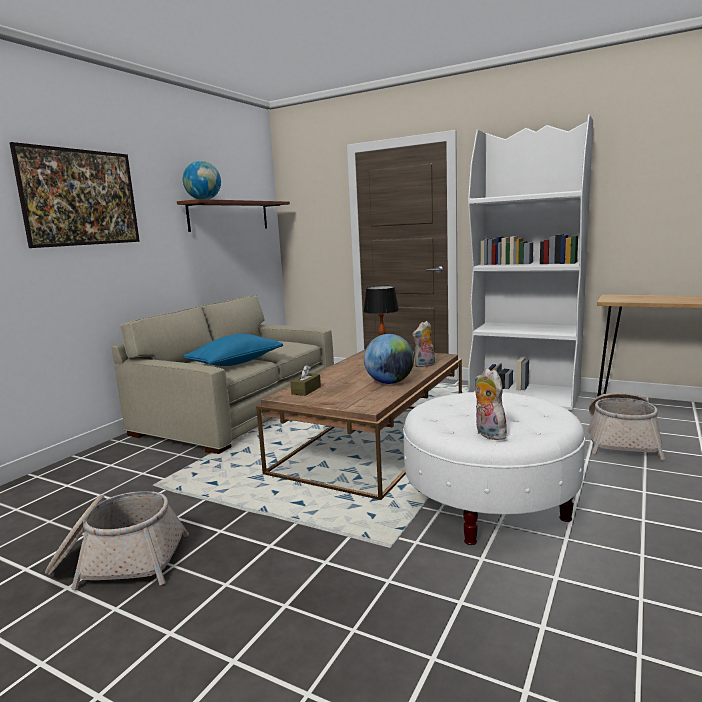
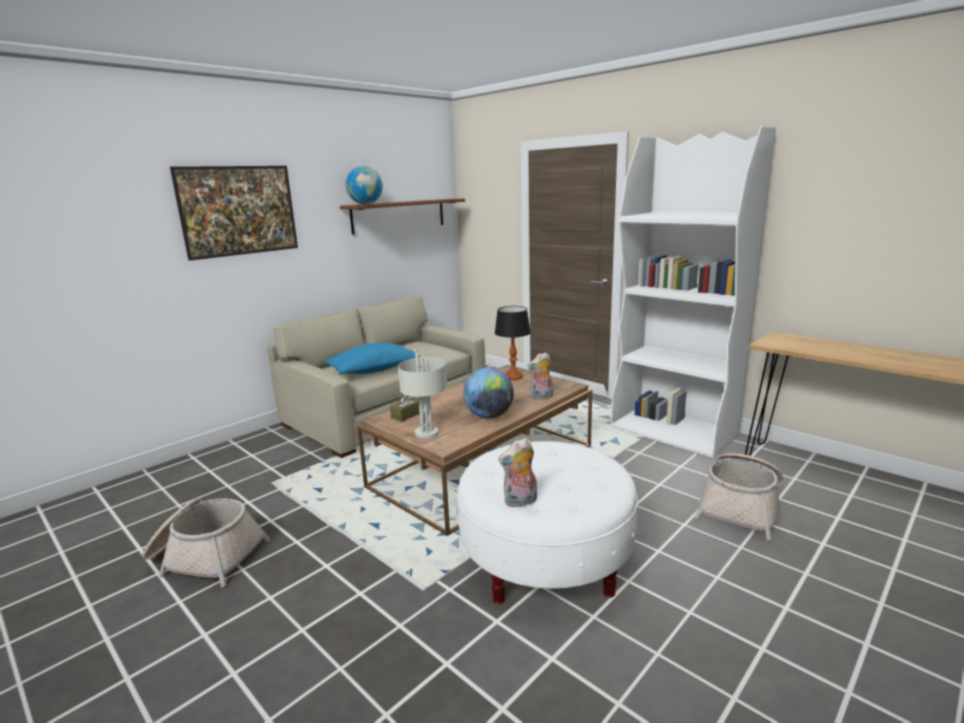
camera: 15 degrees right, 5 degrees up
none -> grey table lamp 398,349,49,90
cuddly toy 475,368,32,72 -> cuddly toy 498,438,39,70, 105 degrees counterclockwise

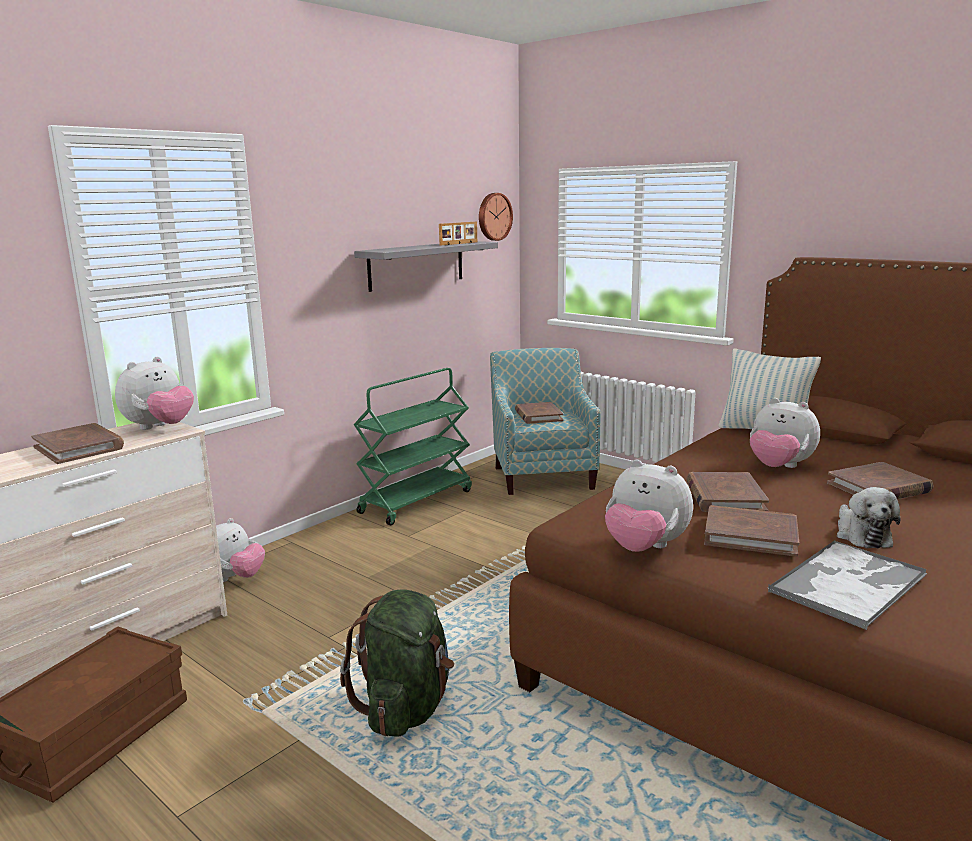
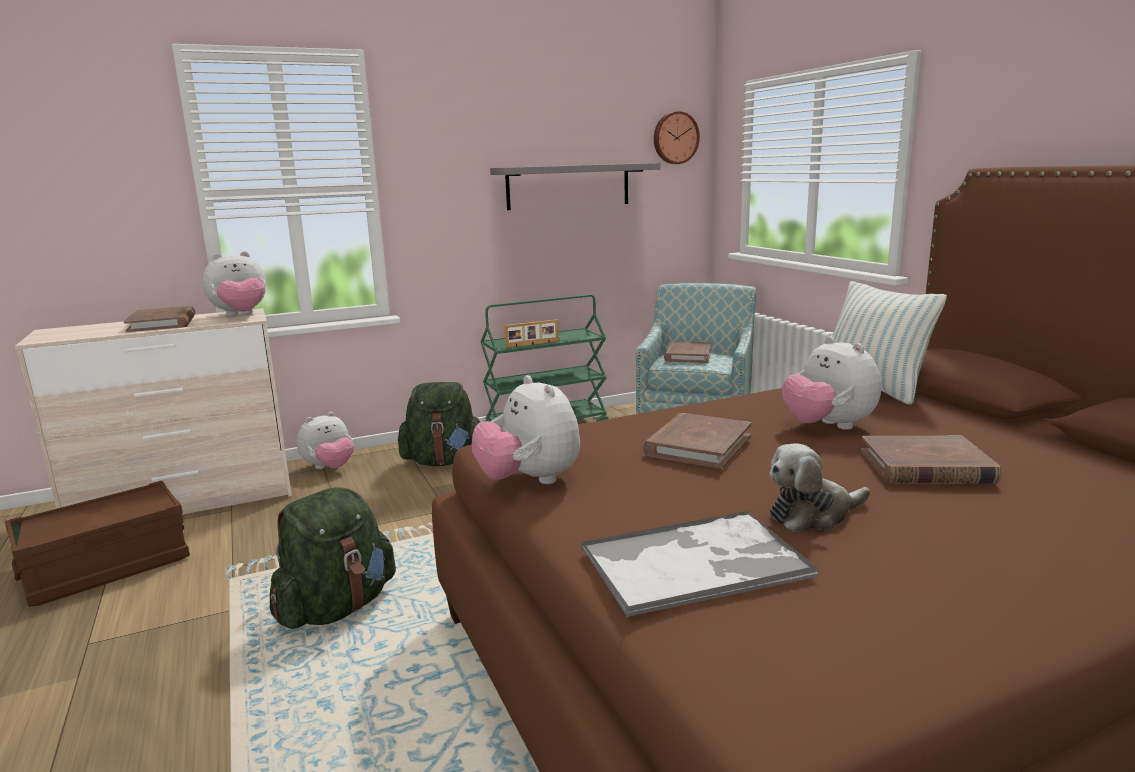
camera: 25 degrees right, 0 degrees up
none -> green backpack 398,382,83,84
standing frame 439,222,38,23 -> standing frame 505,320,54,28, move
cuddly toy 837,487,64,61 -> cuddly toy 770,443,100,89, 45 degrees clockwise
brown bound book 704,505,95,52 -> none

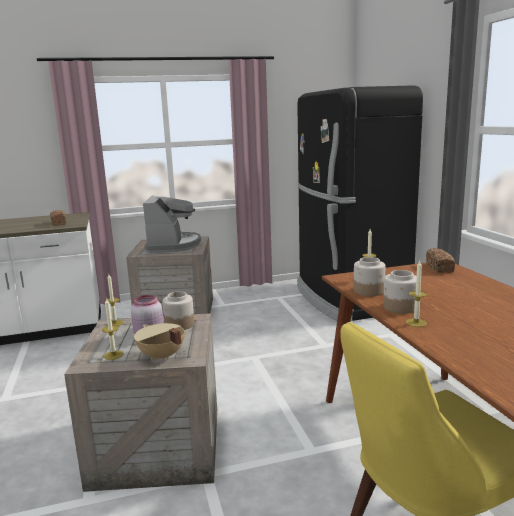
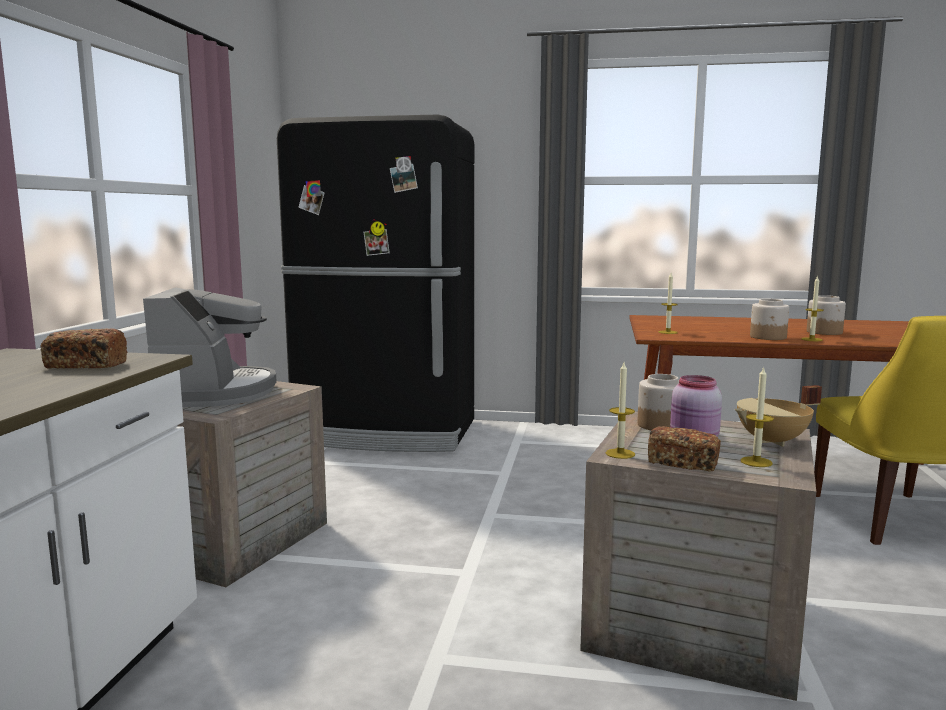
camera: 65 degrees left, 5 degrees down
coffee machine 143,196,58,57 -> coffee machine 143,287,134,120, 60 degrees clockwise
bread 426,248,29,25 -> bread 648,426,73,46, move
jar 354,257,31,39 -> jar 807,295,39,40, move

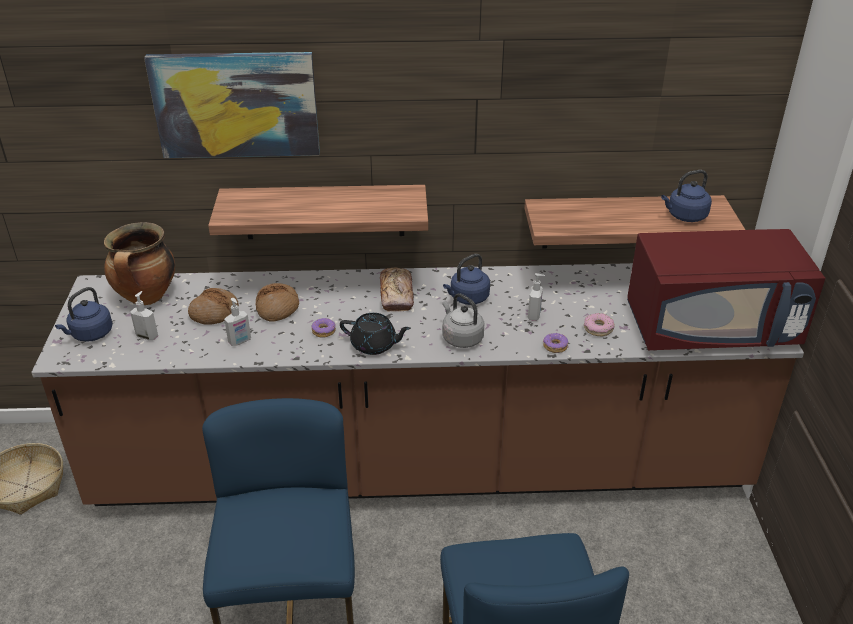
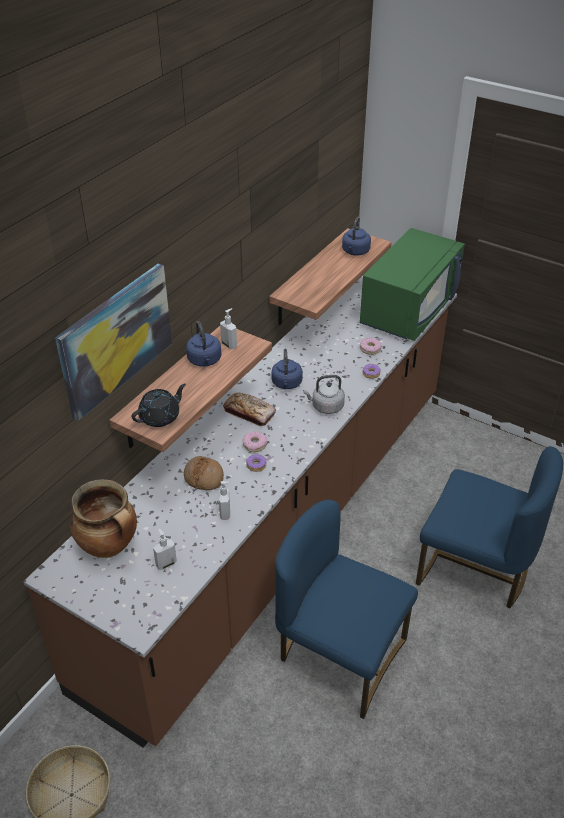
camera: 55 degrees left, 5 degrees up
black pot for tea 340,313,71,42 -> black pot for tea 131,384,55,43, move
blue tea kettle 55,287,58,55 -> blue tea kettle 186,321,36,46, move
soap bottle 528,273,17,48 -> soap bottle 220,308,17,41, move
none -> ring doughnut 242,431,25,21
reddish microwave oven 627,229,198,121 -> green microwave oven 360,228,105,113
bread 188,288,51,37 -> none

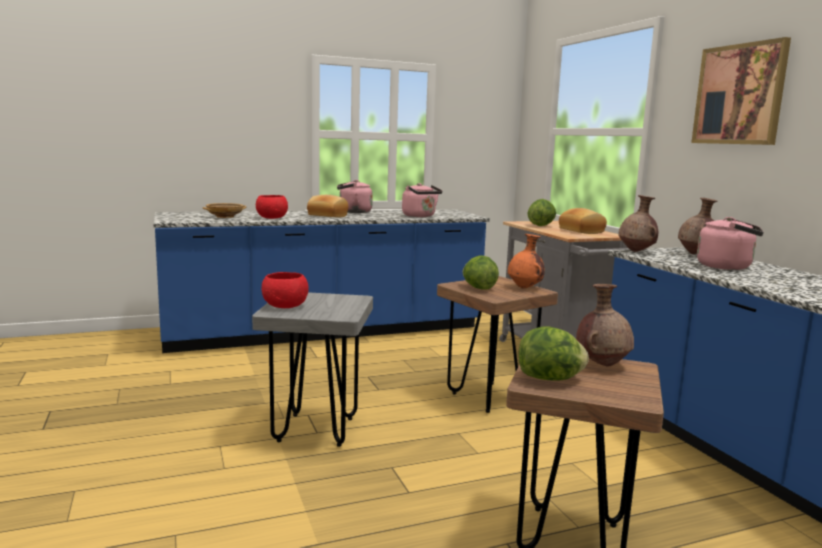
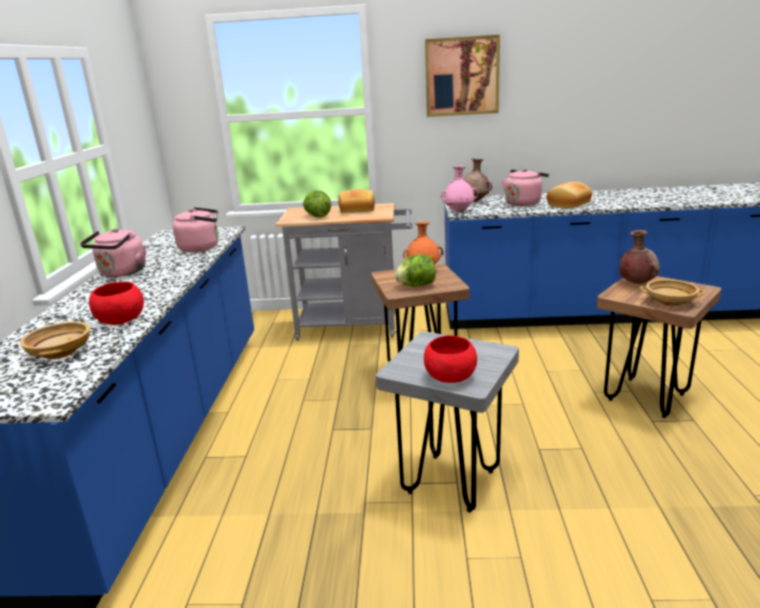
camera: 65 degrees left, 10 degrees up
brown flower vase 619,195,39,57 -> pink flower vase 441,166,37,46
bread 307,195,41,22 -> bread 547,181,45,27, move
lettuce head 518,326,71,55 -> beige-coloured bowl 640,279,65,27

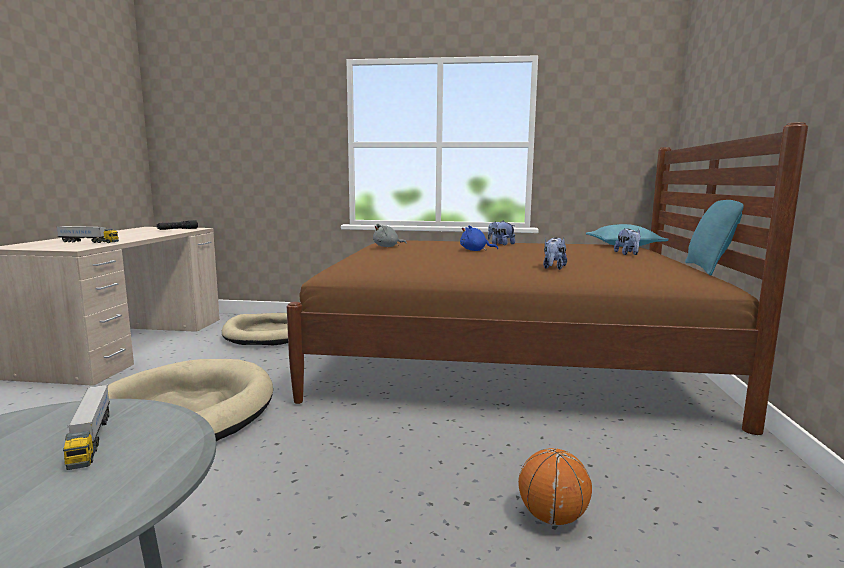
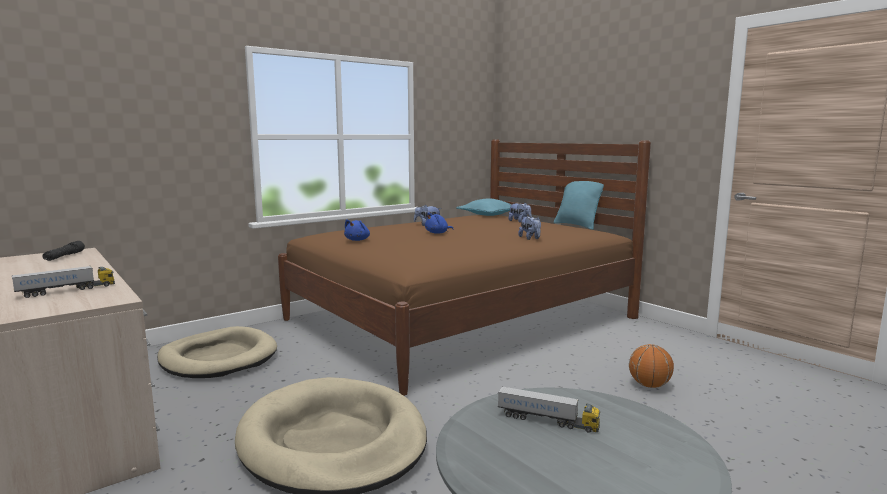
camera: 45 degrees left, 0 degrees up
grey cuddly toy 373,224,34,23 -> blue cuddly toy 344,219,26,22

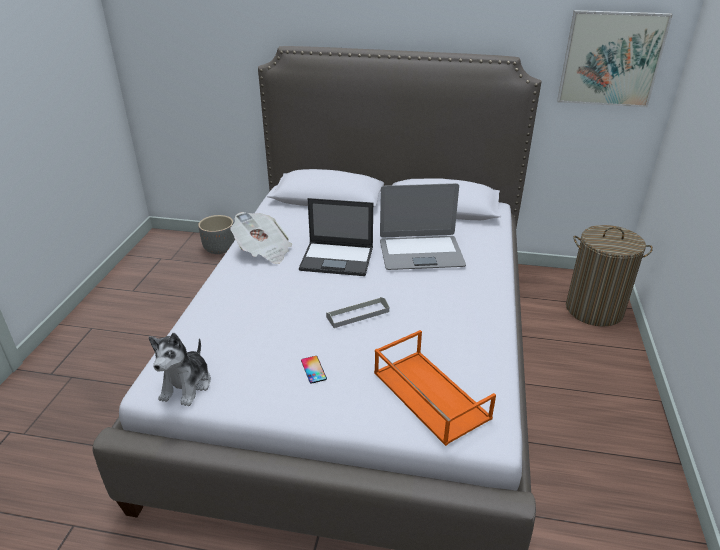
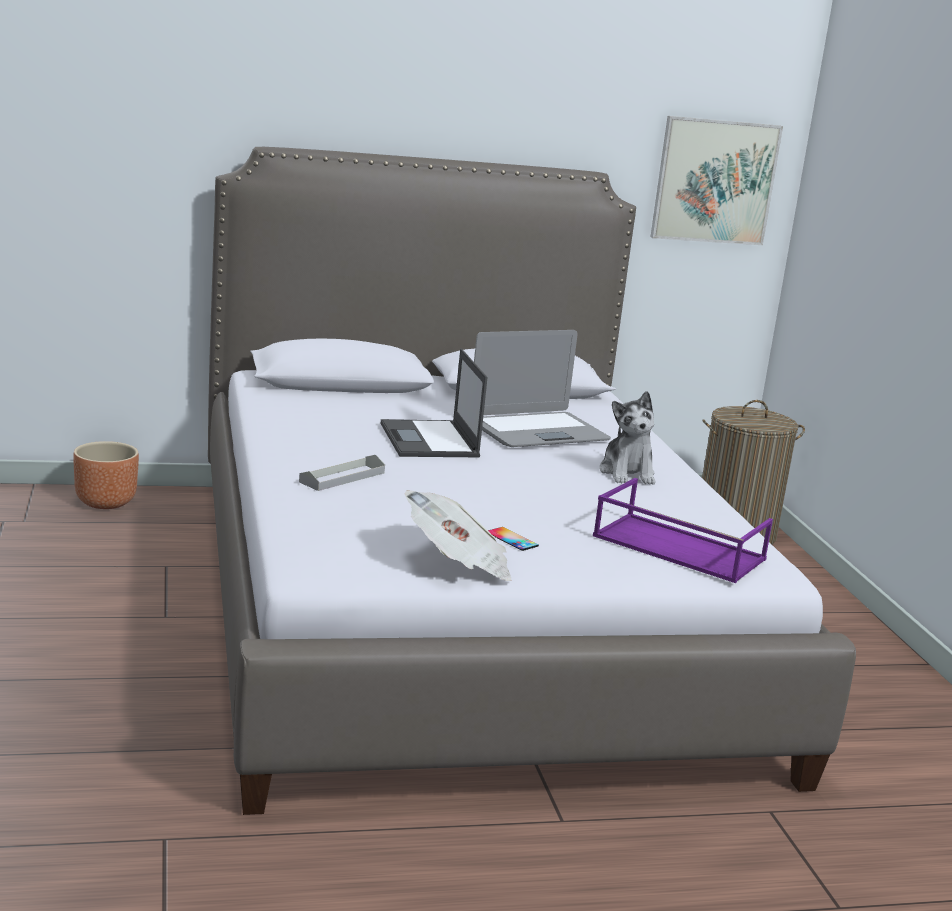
camera: 25 degrees left, 15 degrees down
grey flower pot 198,215,37,39 -> brown flower pot 73,441,66,68
grey serving tray 326,297,63,31 -> grey serving tray 299,455,86,36, move
notebook computer 299,198,74,78 -> notebook computer 381,349,106,108, 90 degrees clockwise
printed paper 230,212,62,52 -> printed paper 405,490,107,91, move
orange-coloured serving tray 374,330,122,116 -> purple serving tray 593,478,180,105
cuddly toy 149,333,62,73 -> cuddly toy 600,391,55,94, move

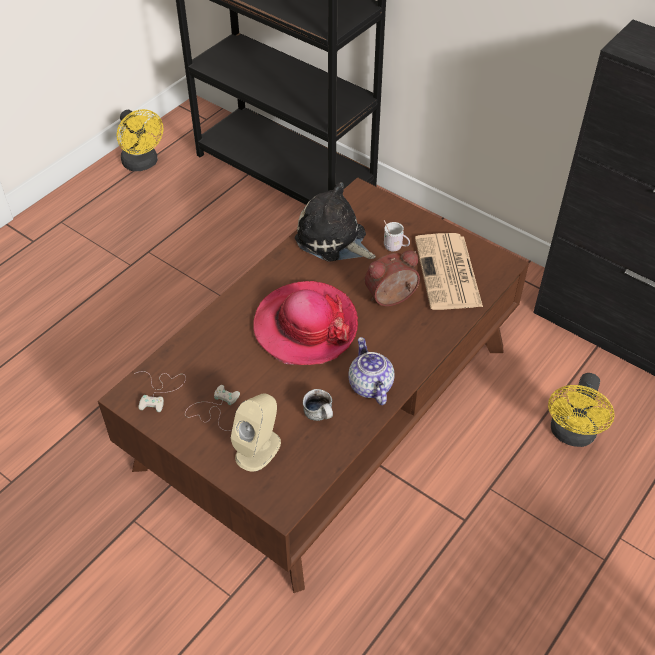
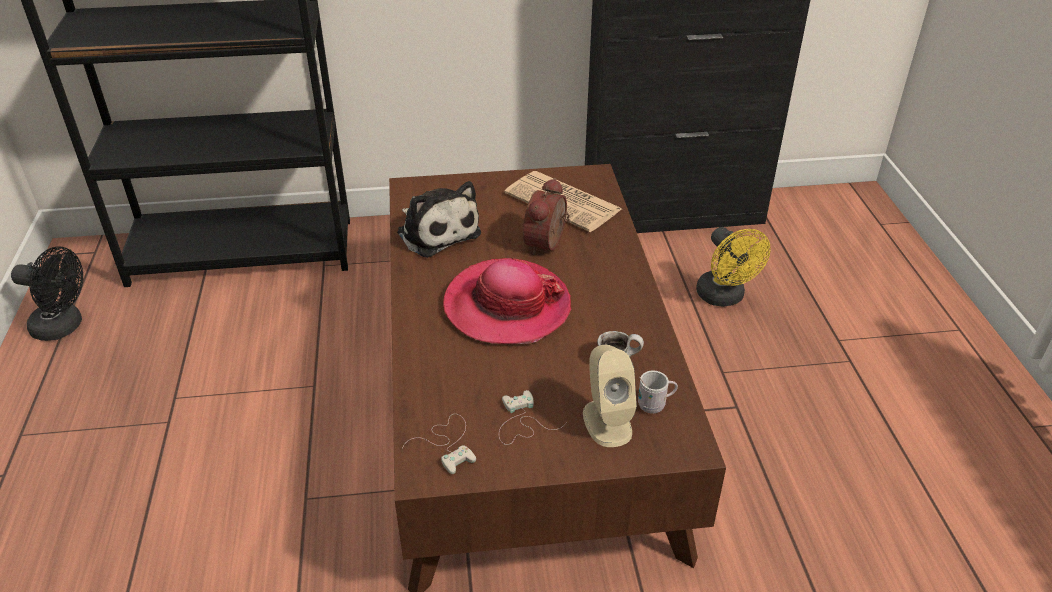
camera: 45 degrees left, 10 degrees down
yellow-coloured fan 117,109,46,62 -> black fan 11,246,72,95
cuddly toy 295,182,81,80 -> cuddly toy 397,181,84,77, 120 degrees counterclockwise
white-coloured tea mug 384,220,26,32 -> white-coloured tea mug 638,370,40,44, move
pot for tea 348,337,47,68 -> none

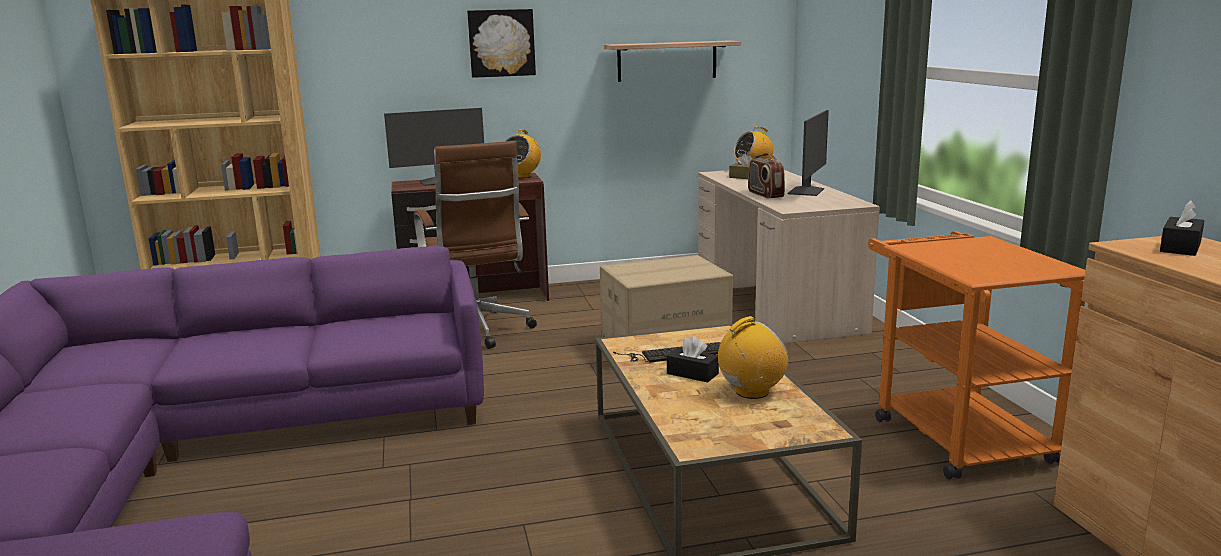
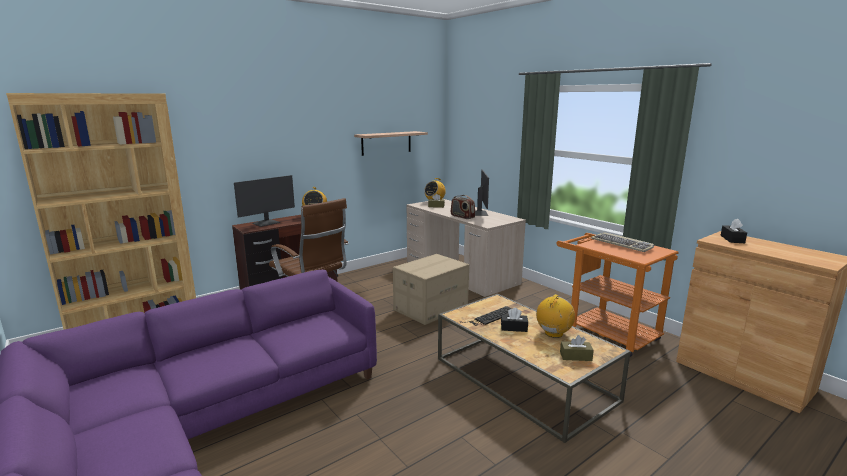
camera: 25 degrees left, 0 degrees up
none -> brown tissue holder 560,335,34,26
none -> PC keyboard 591,232,63,20
picture 467,9,69,69 -> none

